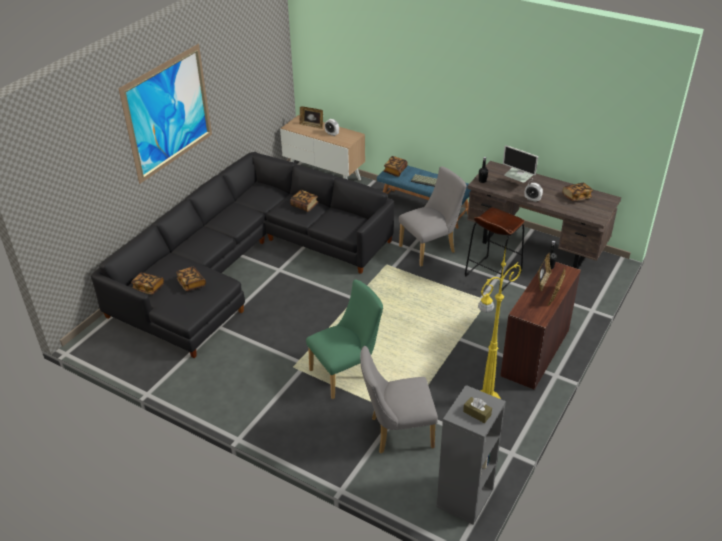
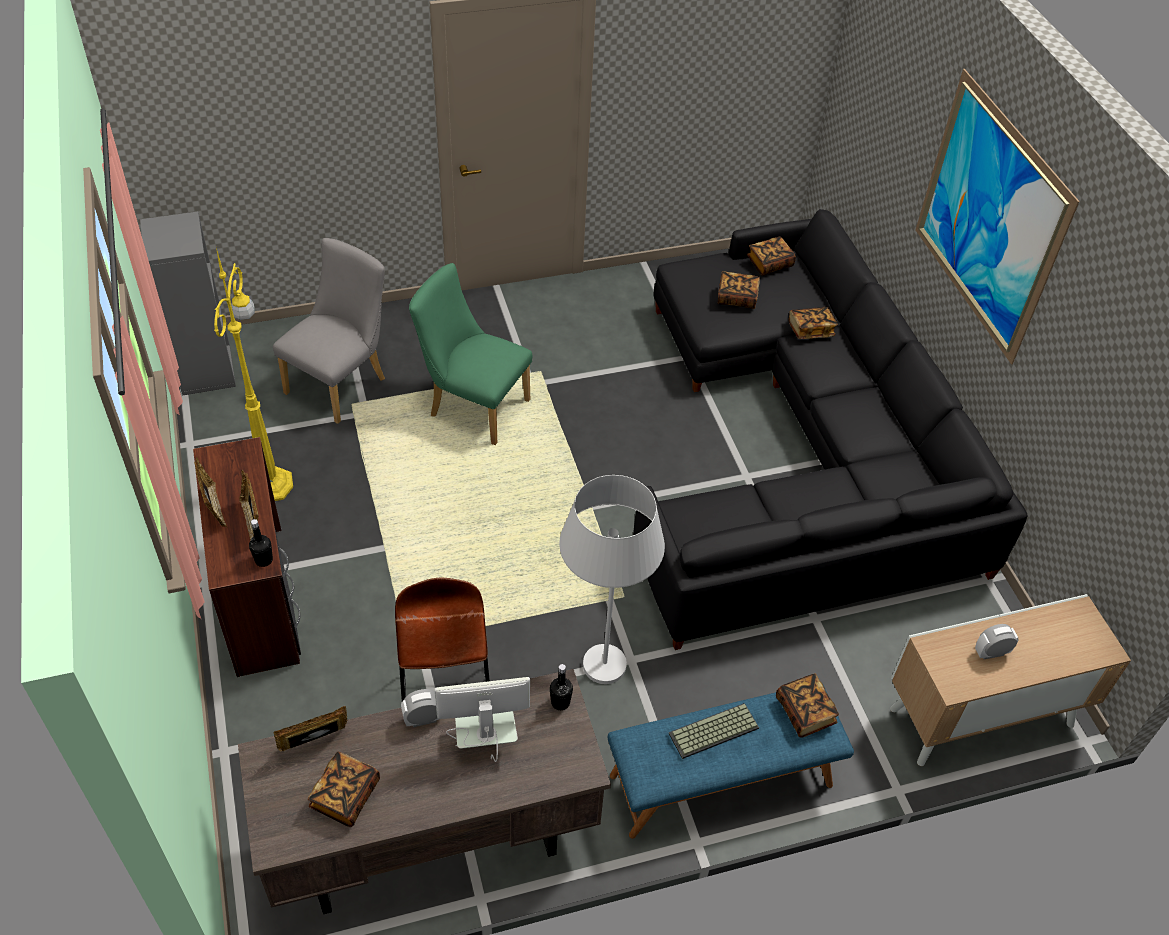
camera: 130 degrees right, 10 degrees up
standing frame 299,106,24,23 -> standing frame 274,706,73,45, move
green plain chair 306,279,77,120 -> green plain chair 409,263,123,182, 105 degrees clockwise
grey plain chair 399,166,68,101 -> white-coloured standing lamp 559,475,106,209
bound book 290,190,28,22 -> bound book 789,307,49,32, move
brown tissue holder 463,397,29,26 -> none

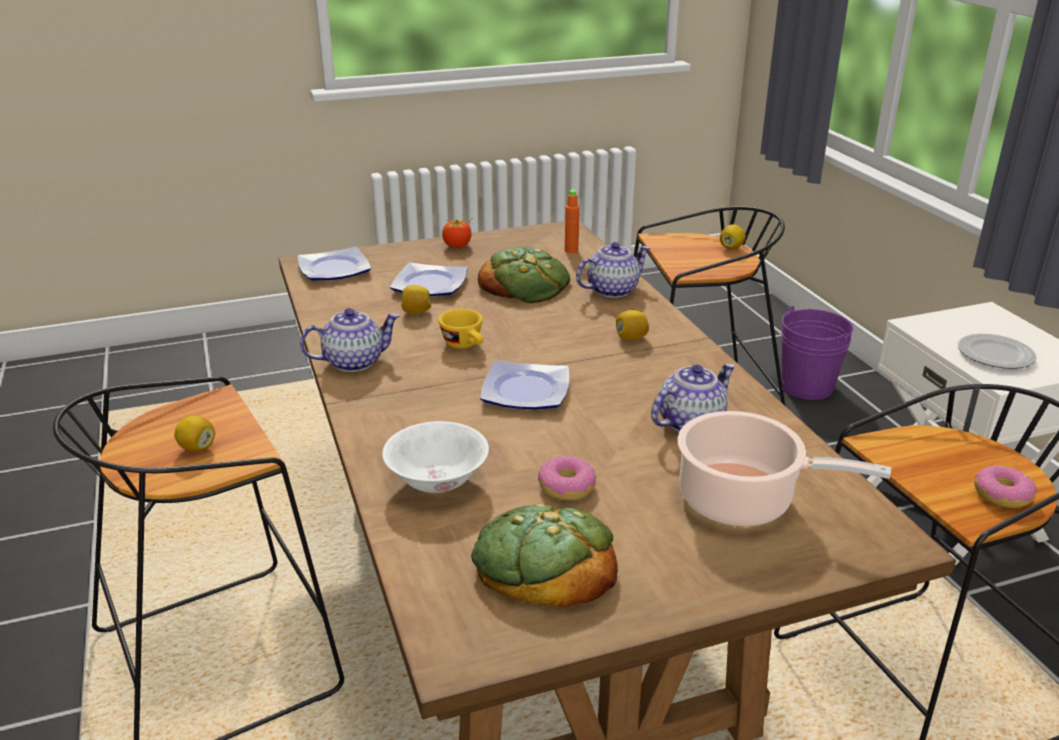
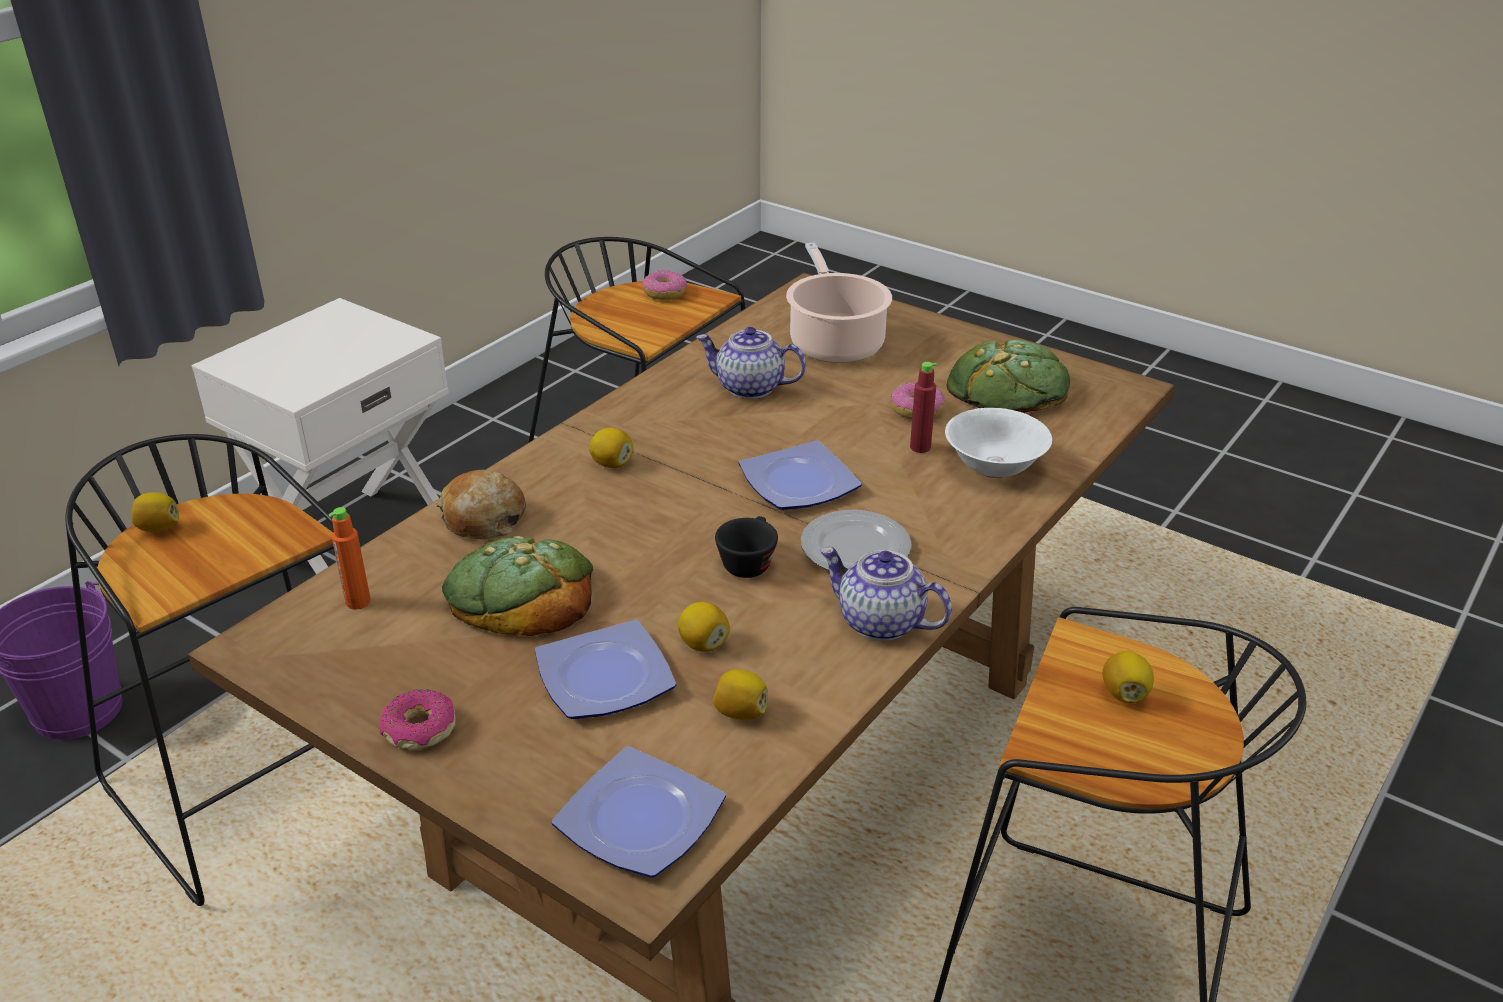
camera: 125 degrees left, 5 degrees up
tomato 442,216,30,32 -> ring doughnut 380,689,76,61
pot for tea 576,242,74,56 -> bread 436,470,90,69
none -> lemon 713,669,55,51
yellow-coloured drinking cup 438,309,45,39 -> black drinking cup 715,516,63,62
dinner plate 958,334,79,35 -> dinner plate 801,510,111,60, move
none -> reddish drink bottle 910,362,27,91

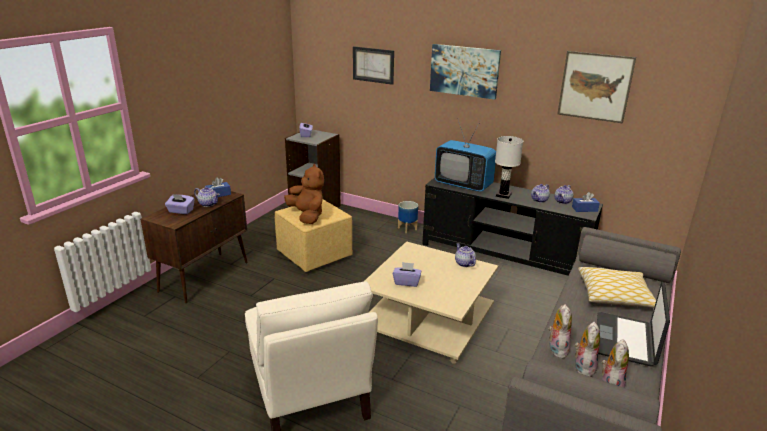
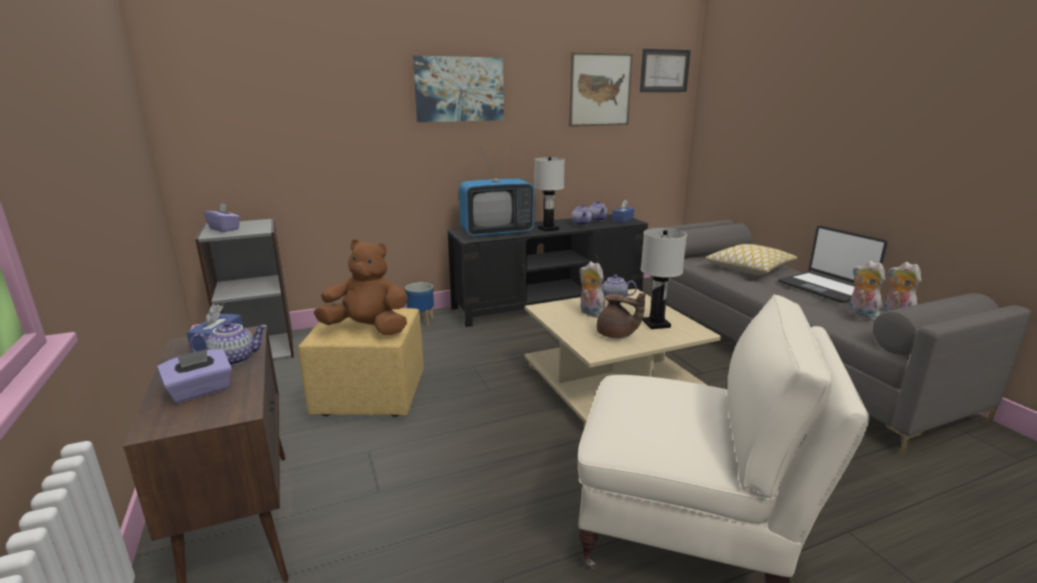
camera: 50 degrees left, 5 degrees down
cuddly toy 548,304,24,54 -> cuddly toy 580,261,25,57, move
purple tissue holder 393,262,28,25 -> brown pot for tea 597,293,49,45
picture 353,46,41,39 -> picture 640,49,51,43, move
none -> white-coloured table lamp 641,228,46,101

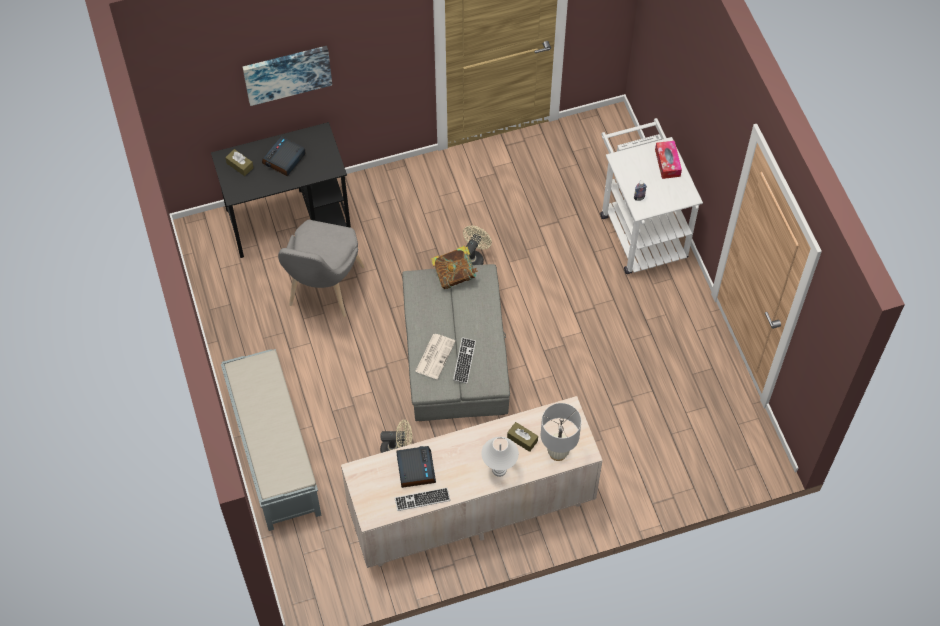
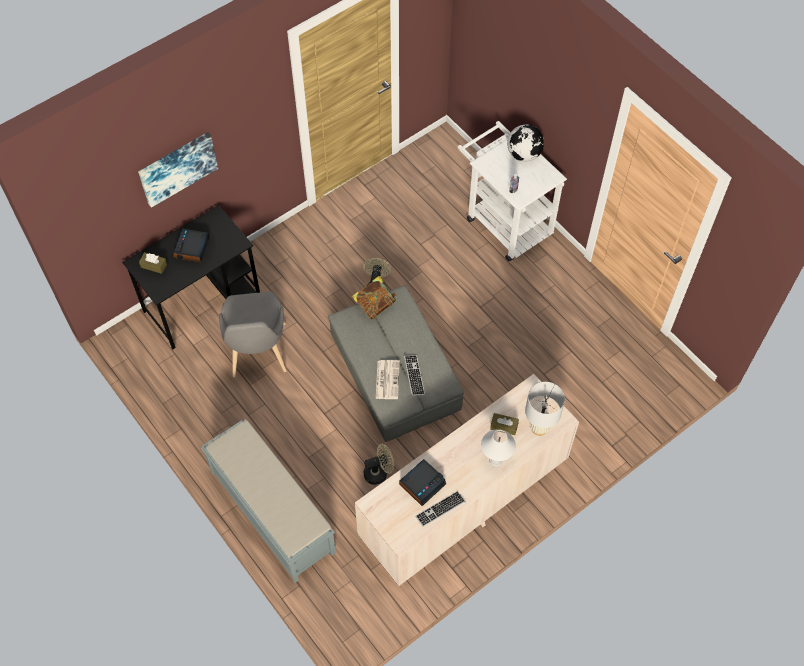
camera: 20 degrees left, 0 degrees up
table clock 396,446,40,42 -> table clock 399,459,47,47, 75 degrees clockwise
tissue holder 655,141,27,38 -> globe 507,125,37,37

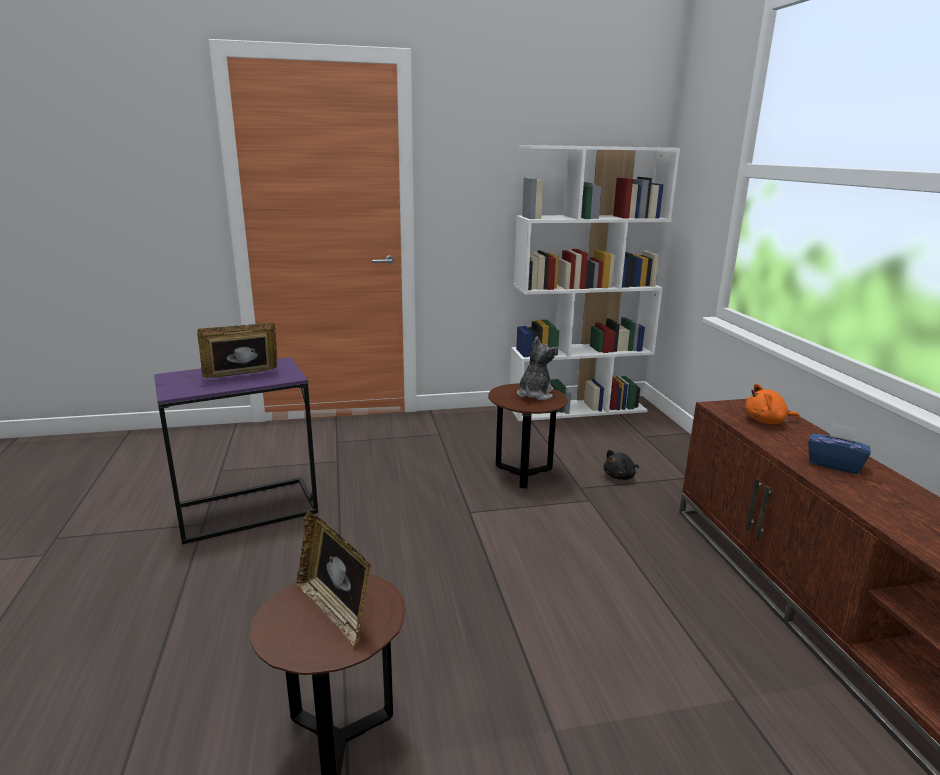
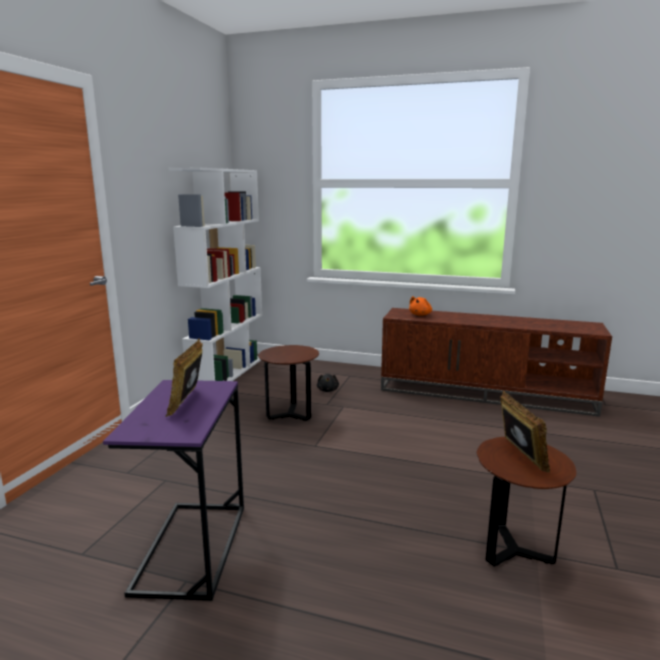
camera: 60 degrees left, 5 degrees down
standing frame 297,511,74,136 -> standing frame 500,391,50,82, 90 degrees counterclockwise
cuddly toy 517,337,41,63 -> none
blue tissue holder 808,422,63,52 -> none

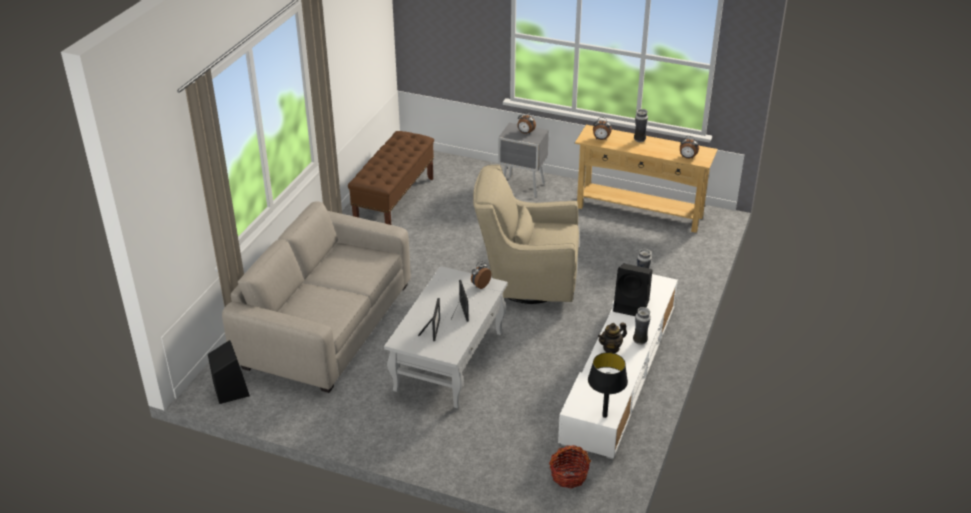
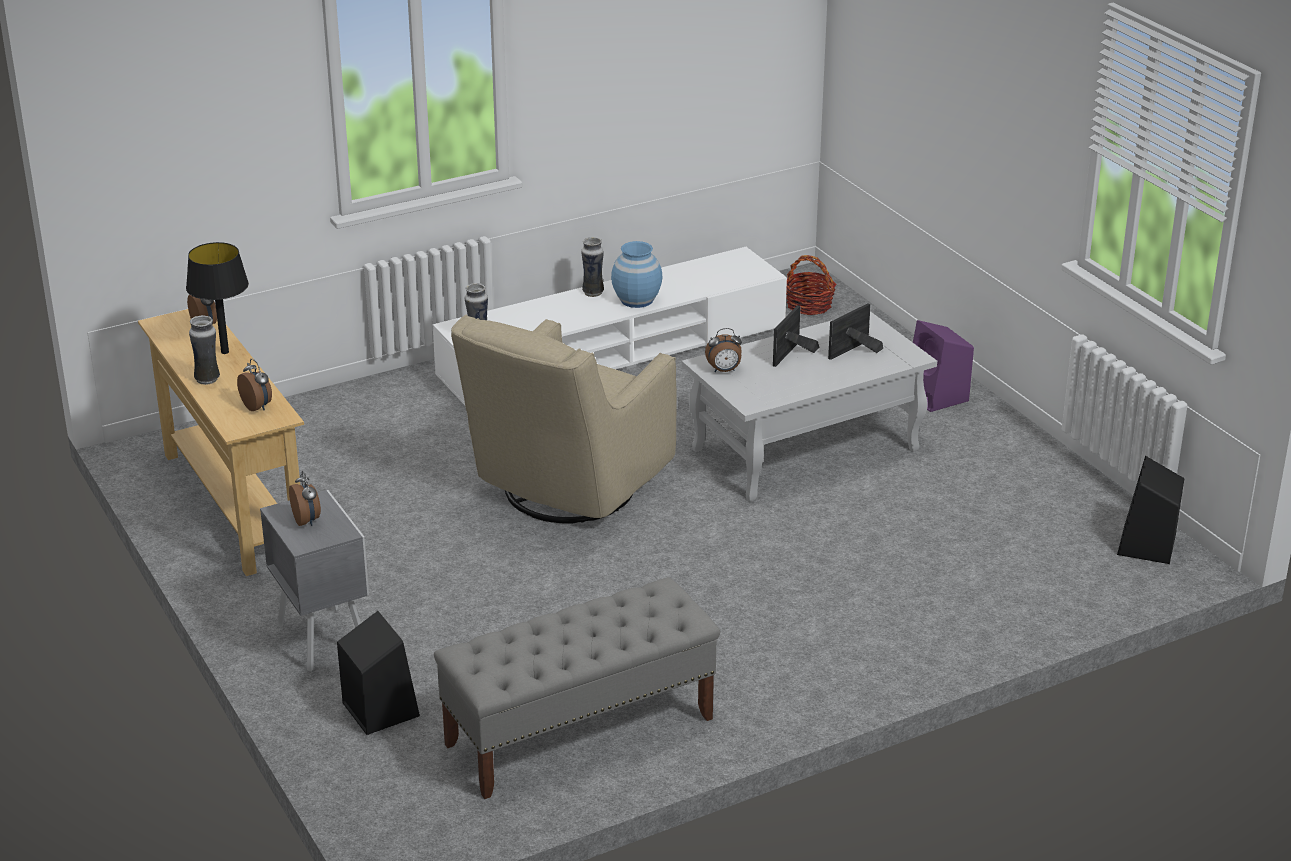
camera: 140 degrees left, 5 degrees down
black table lamp 588,352,40,66 -> black table lamp 186,242,63,112, move
black audio speaker 613,263,39,53 -> black audio speaker 337,611,83,124, move
brown long seat 348,131,86,94 -> grey long seat 434,577,286,222
beige-coloured easy chair 473,165,106,139 -> beige-coloured easy chair 451,315,226,208, 75 degrees clockwise
pot for tea 598,322,29,31 -> blue flower vase 611,241,51,67
none -> purple audio speaker 913,320,61,92
beige-coloured settee 222,201,189,192 -> none

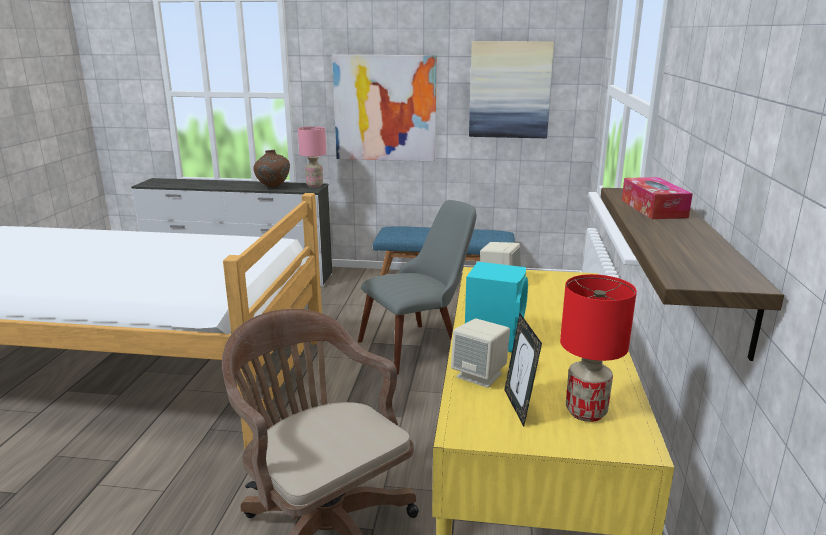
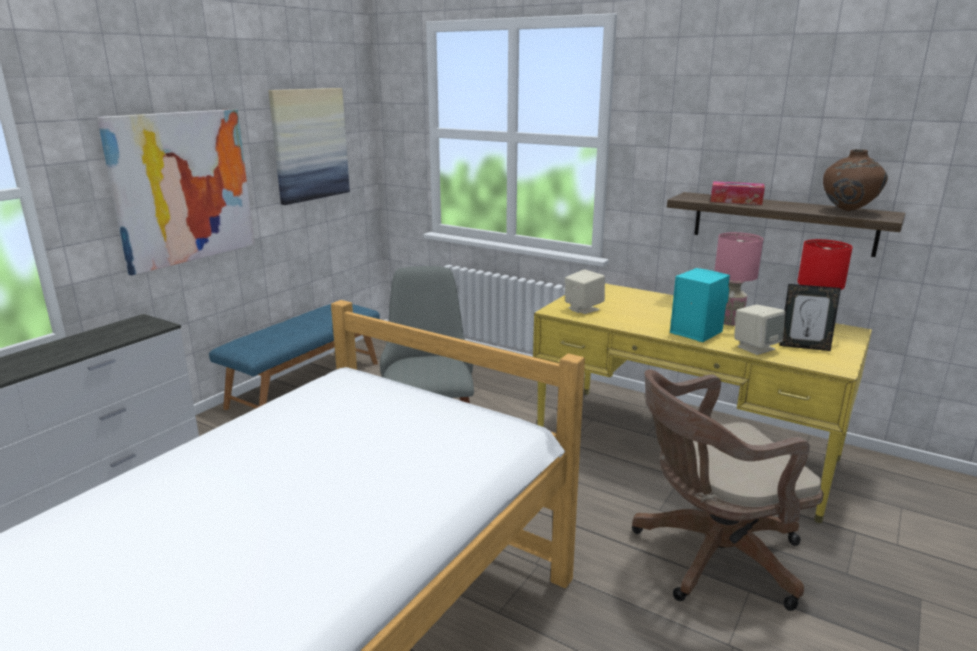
camera: 65 degrees left, 0 degrees up
pink table lamp 298,126,28,61 -> pink table lamp 714,232,49,94, move
brown flower vase 253,150,37,38 -> brown flower vase 823,149,65,62, move

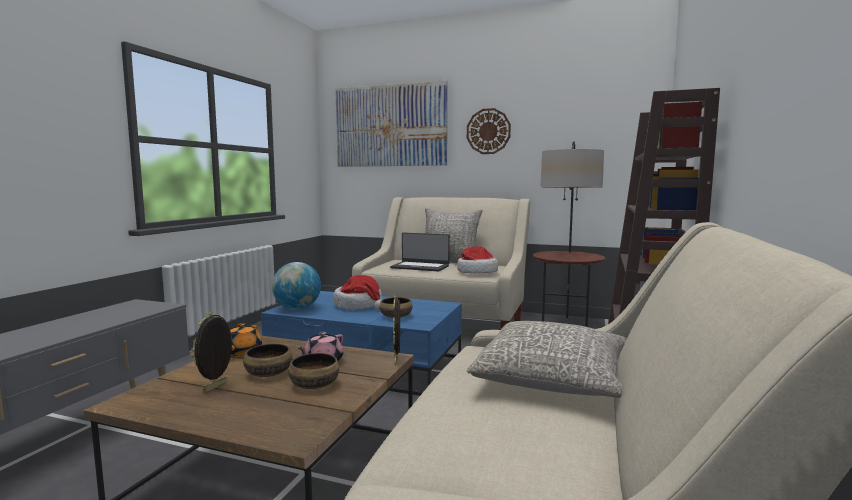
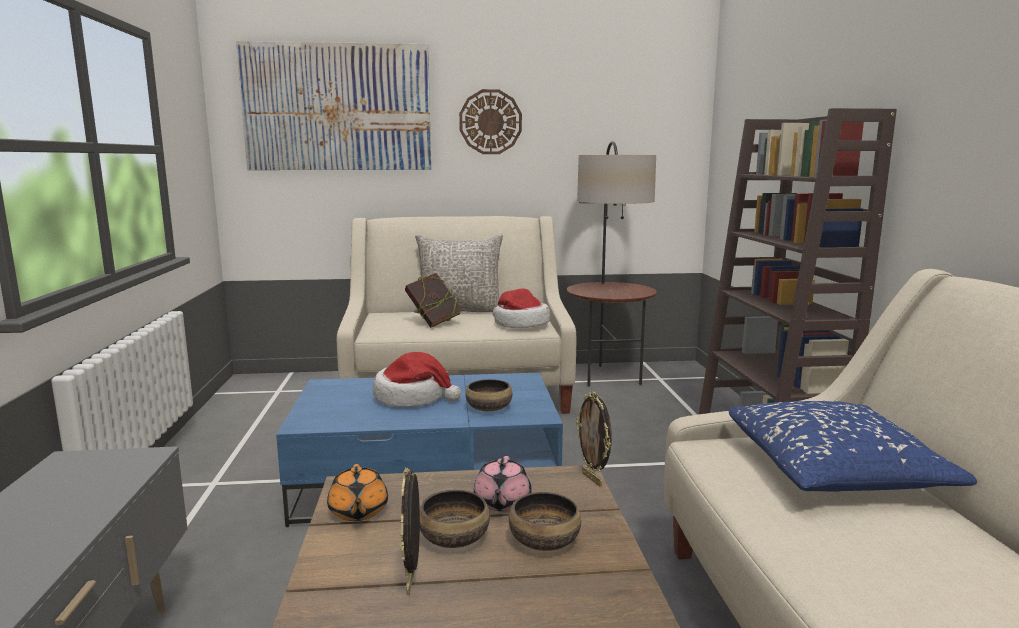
camera: 25 degrees left, 5 degrees up
notebook computer 390,233,60,39 -> bound book 405,273,57,55
grey cushion 467,321,160,77 -> blue cushion 729,401,248,91
globe 272,262,49,48 -> none

